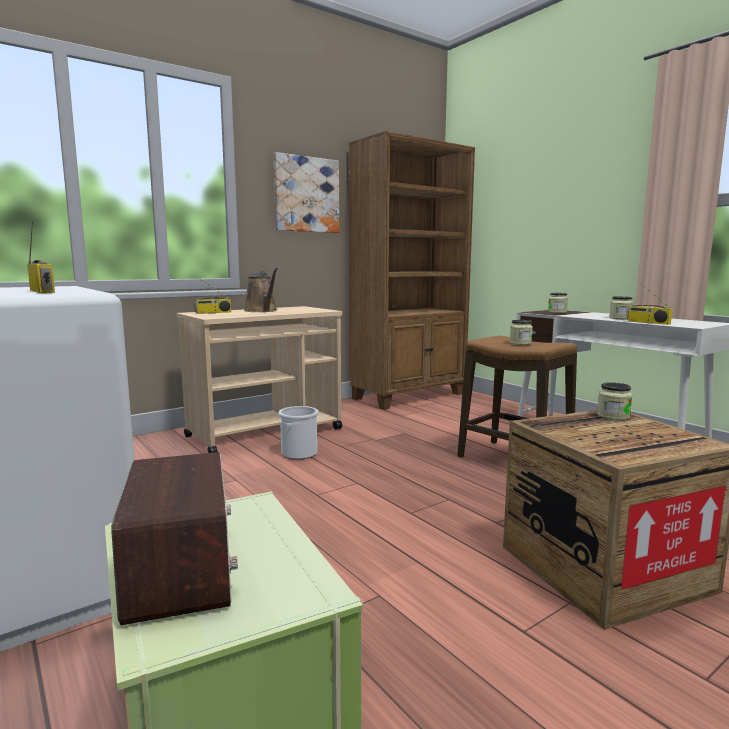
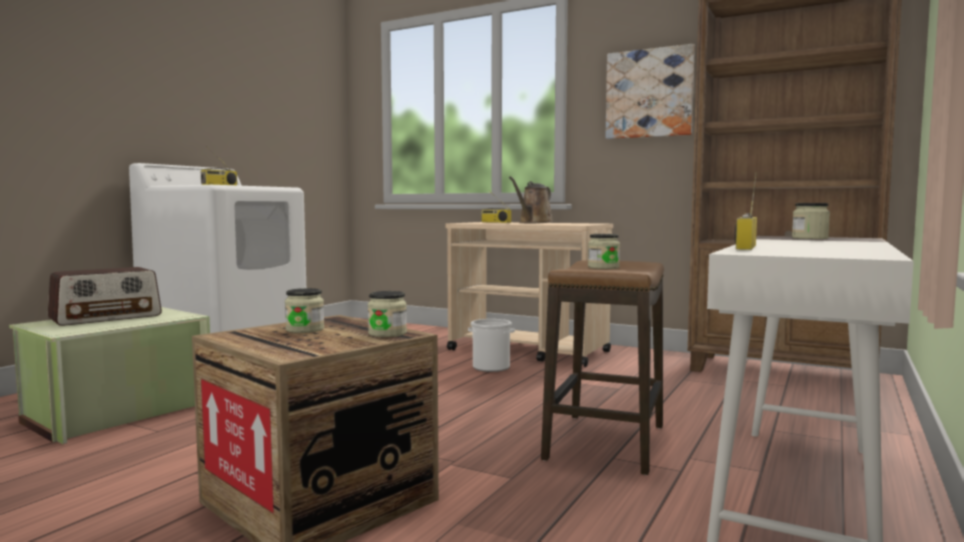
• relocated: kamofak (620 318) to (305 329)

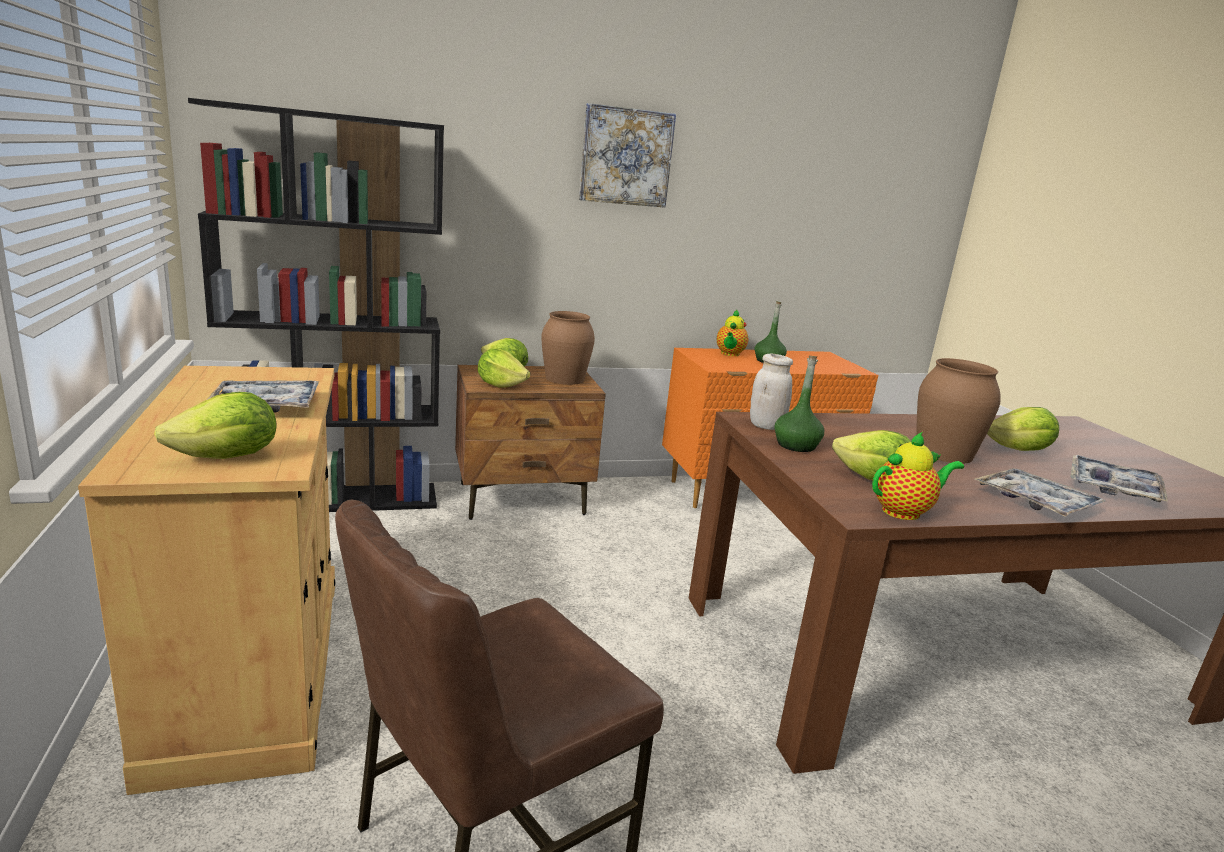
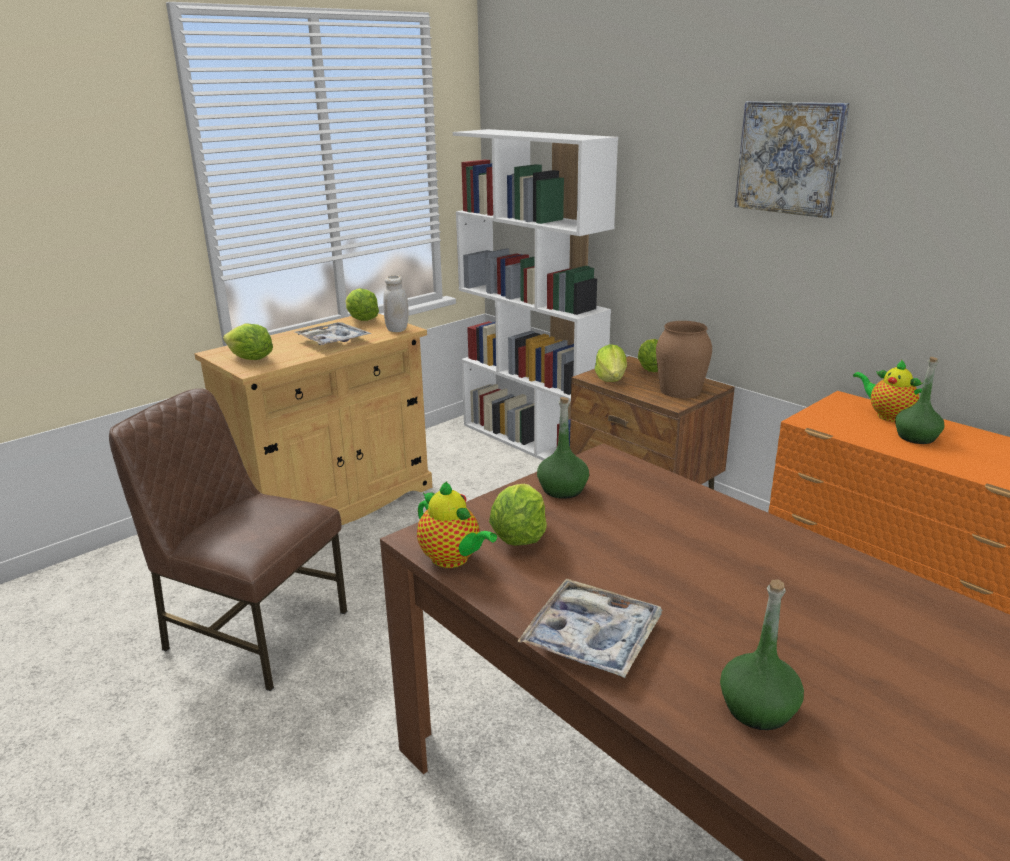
• missing: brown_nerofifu (943 452)
• relocated: white_kamofak (766 426) to (397 329)
• relocated: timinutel (1019 450) to (361 320)
• exchanged: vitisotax (1113 488) to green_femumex (758 709)
• colour: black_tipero (337 499) to white_tipero (532 441)
• spun: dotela (729 354) = (887 415) 60 degrees clockwise

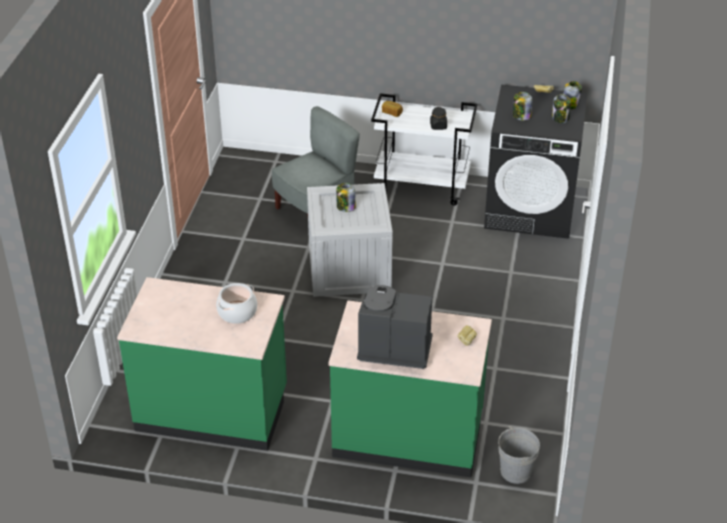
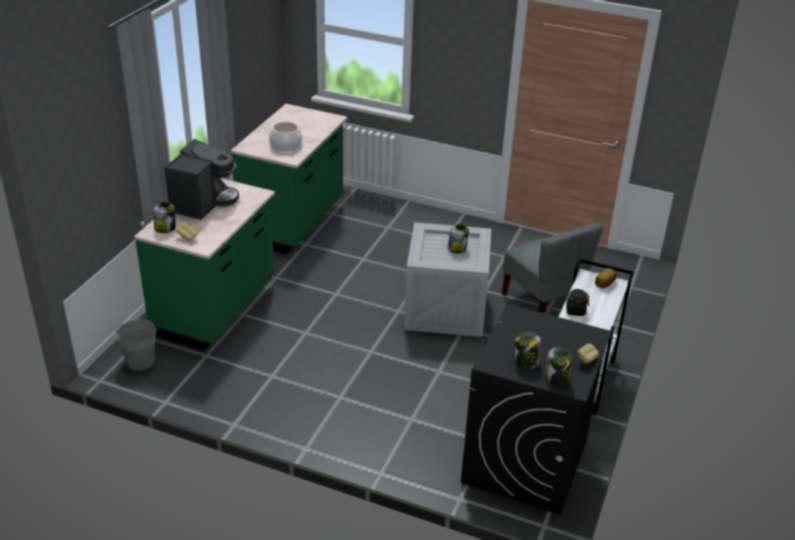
• relocated: kamofak (521 116) to (165 228)

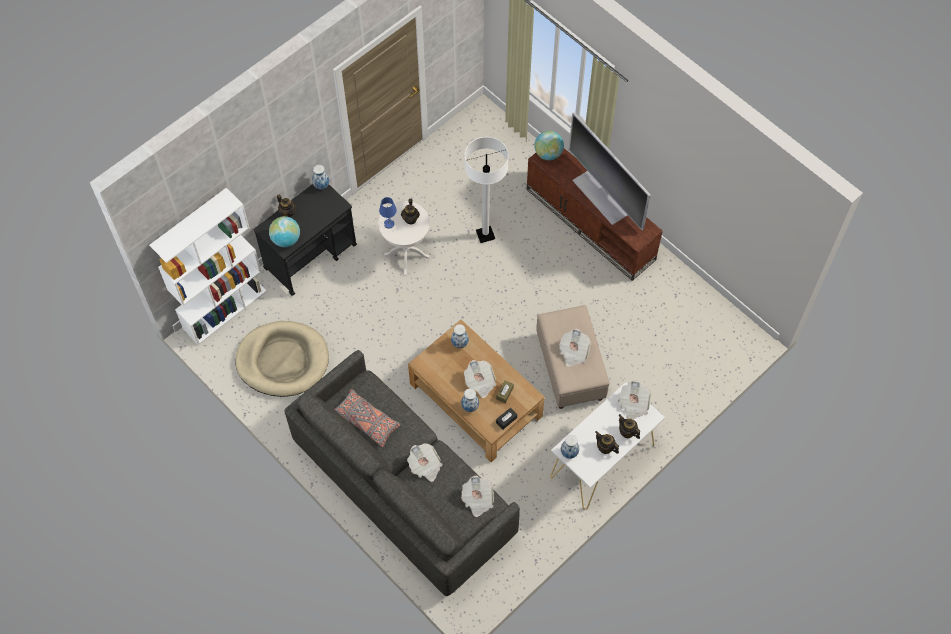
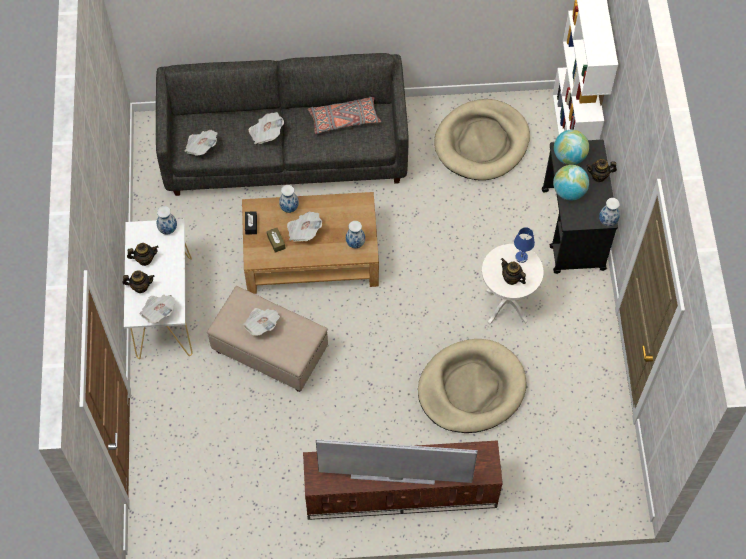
• relocated: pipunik (548 153) to (569 191)
• exchanged: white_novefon (485 235) to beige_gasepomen (471 388)

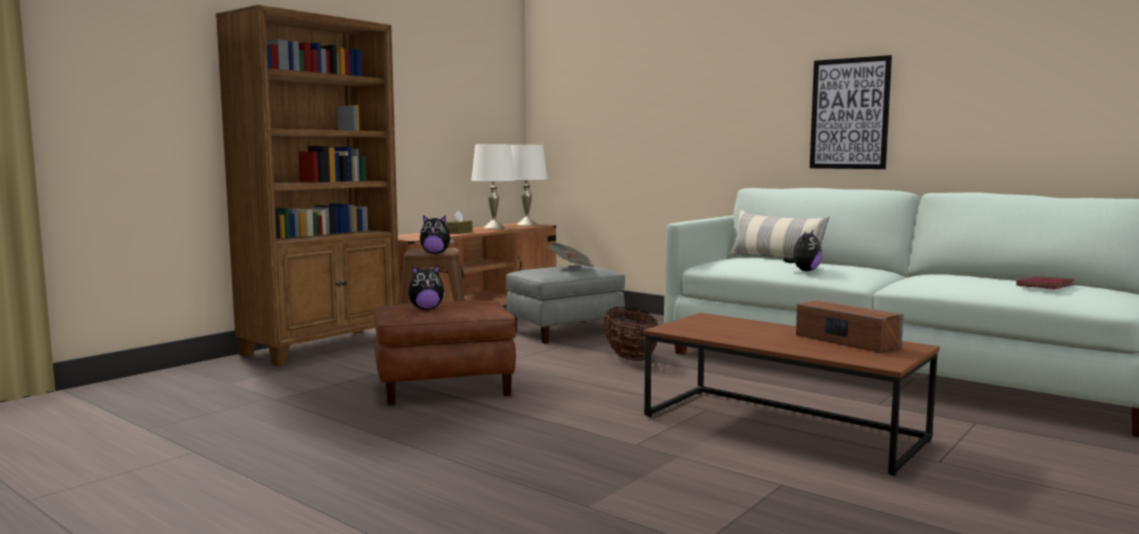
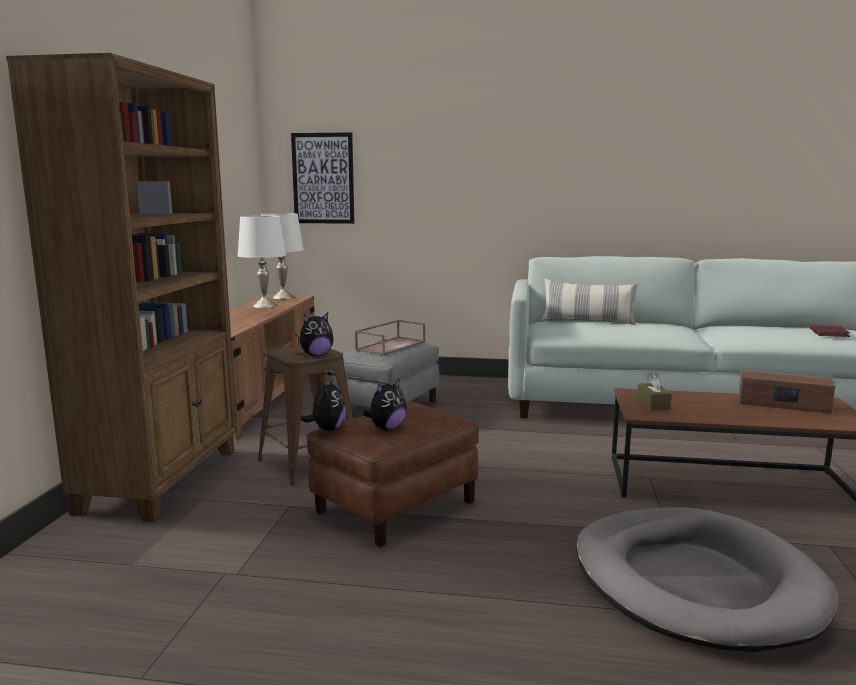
• missing: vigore (630 358)
• appeared: grey_gasepomen (695 583)
• relocated: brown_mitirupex (459 232) to (653 404)
• relocated: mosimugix (804 271) to (327 429)
• relocated: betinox (849 114) to (323 178)
• exchanged: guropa (571 268) to brown_vitisotax (391 345)

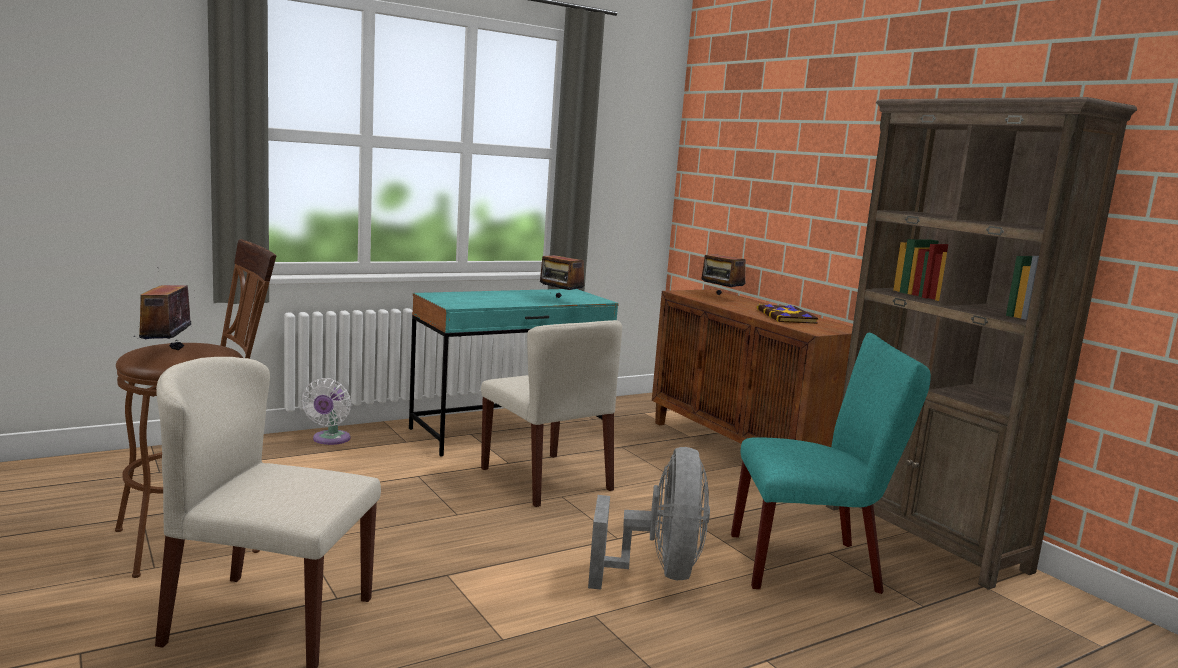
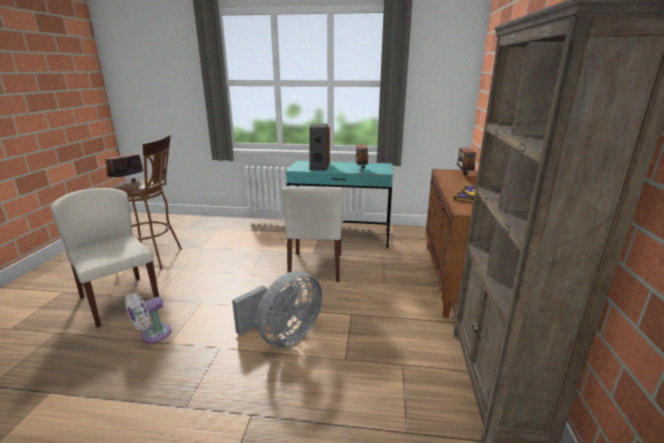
• missing: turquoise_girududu (814 564)
• appeared: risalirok (319 166)
• relocated: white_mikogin (330 440) to (153 335)

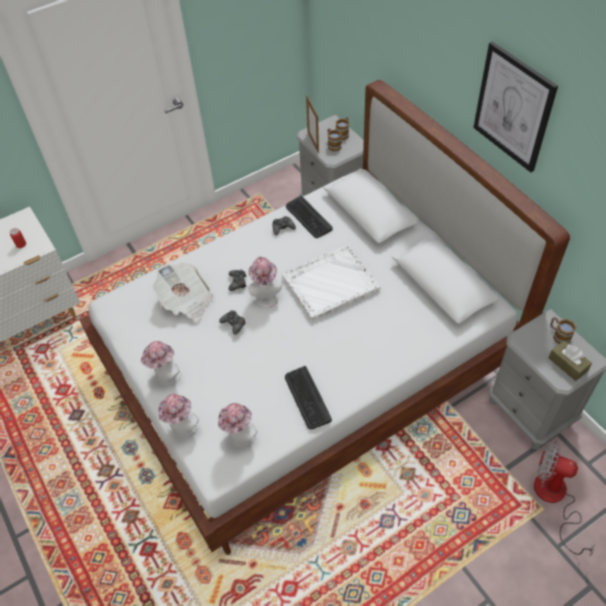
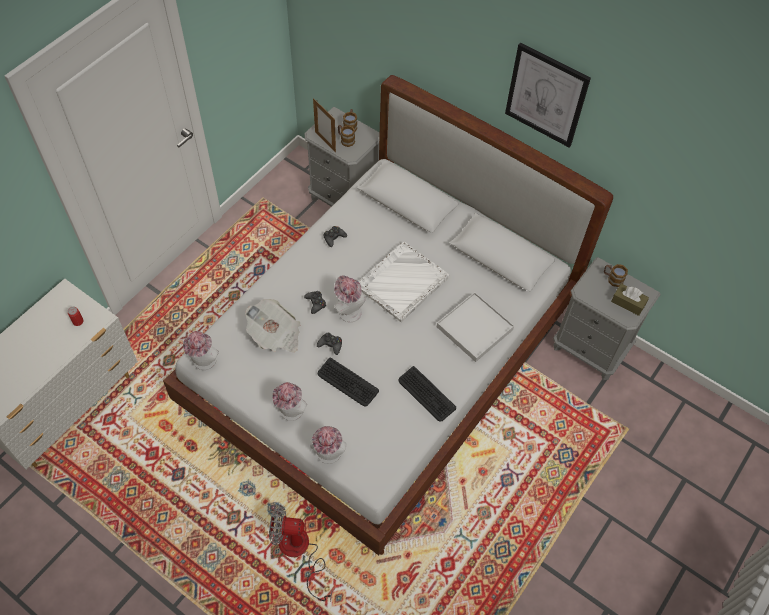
• appeared: white_vitisotax (474 328)
• relocated: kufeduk (240 438) to (203 363)
• relocated: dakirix (308 217) to (347 382)
• relocated: mikogin (554 499) to (299 552)

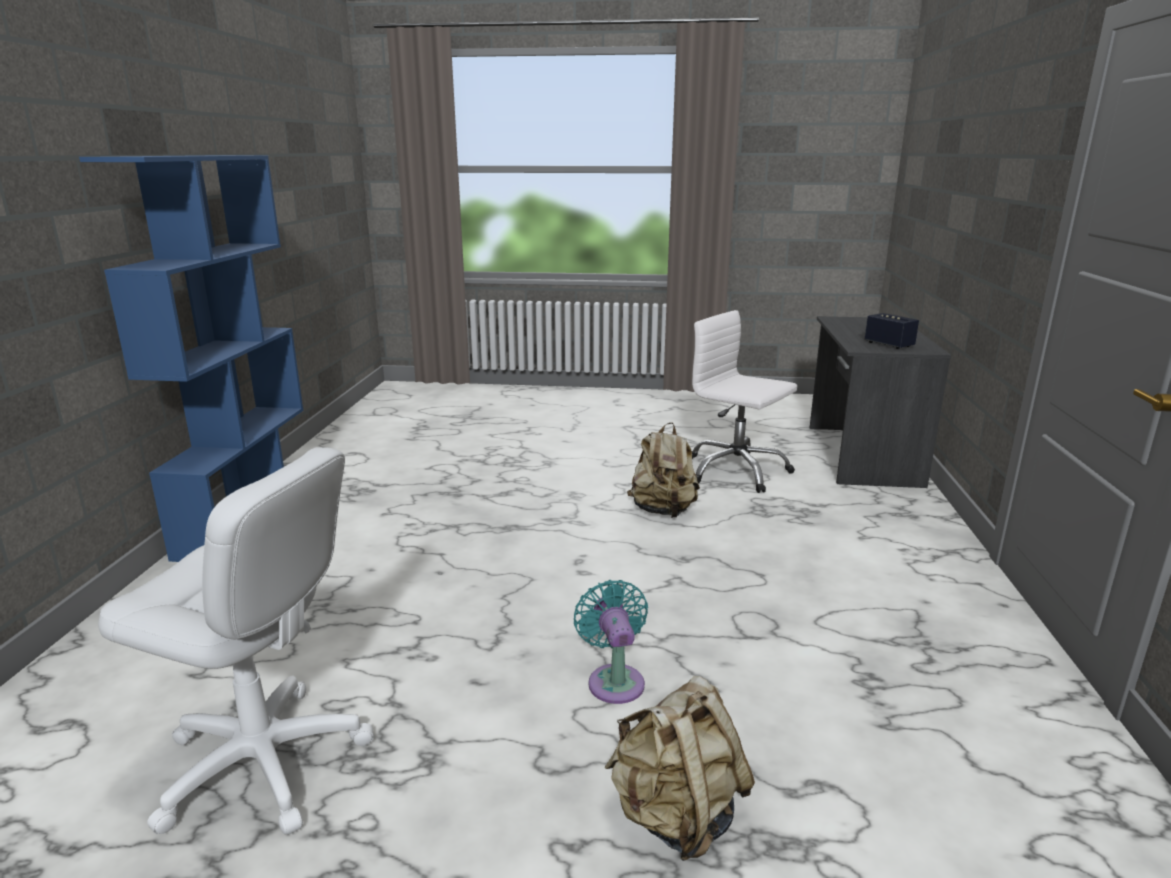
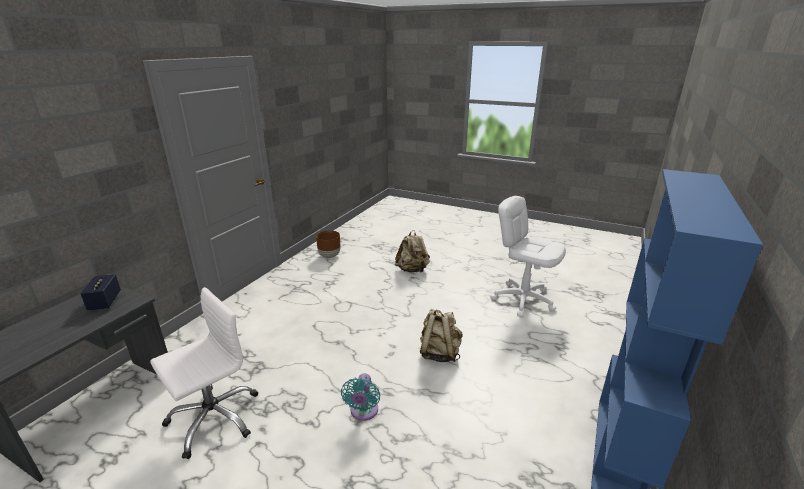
• appeared: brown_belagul (329 256)
• relocated: turquoise_mikogin (614 680) to (363 412)
• relocated: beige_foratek (663 511) to (439 353)
• spun: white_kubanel (736 471) = (214 418) 105 degrees counterclockwise

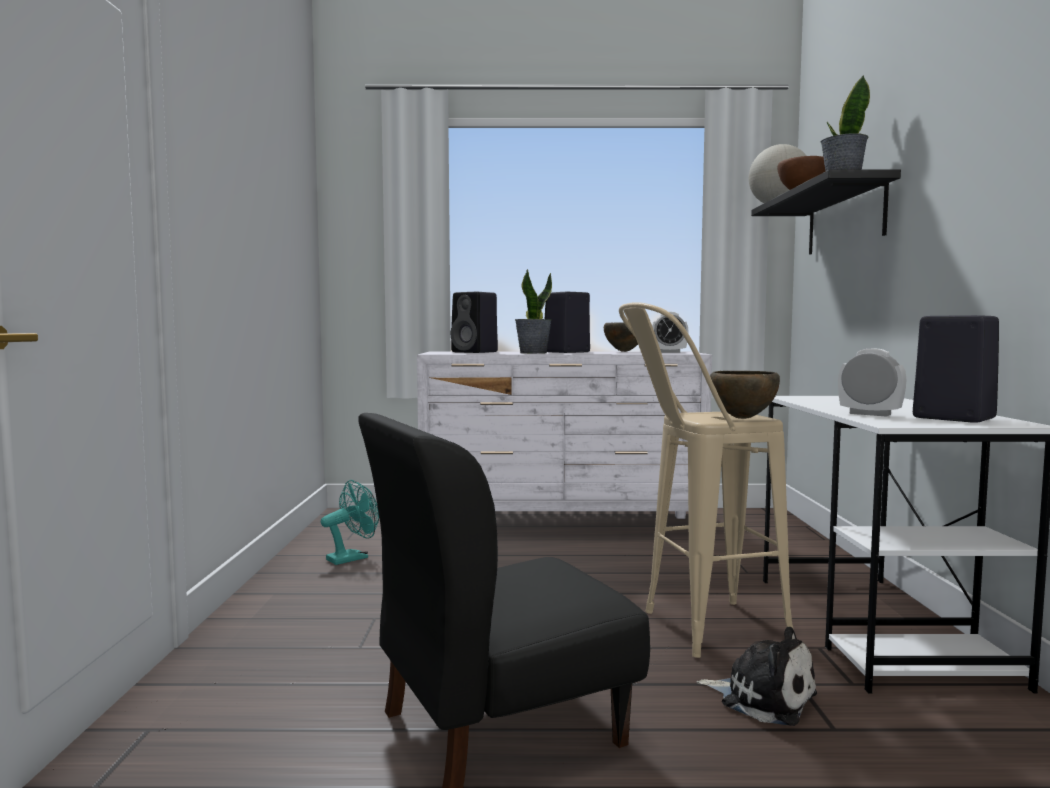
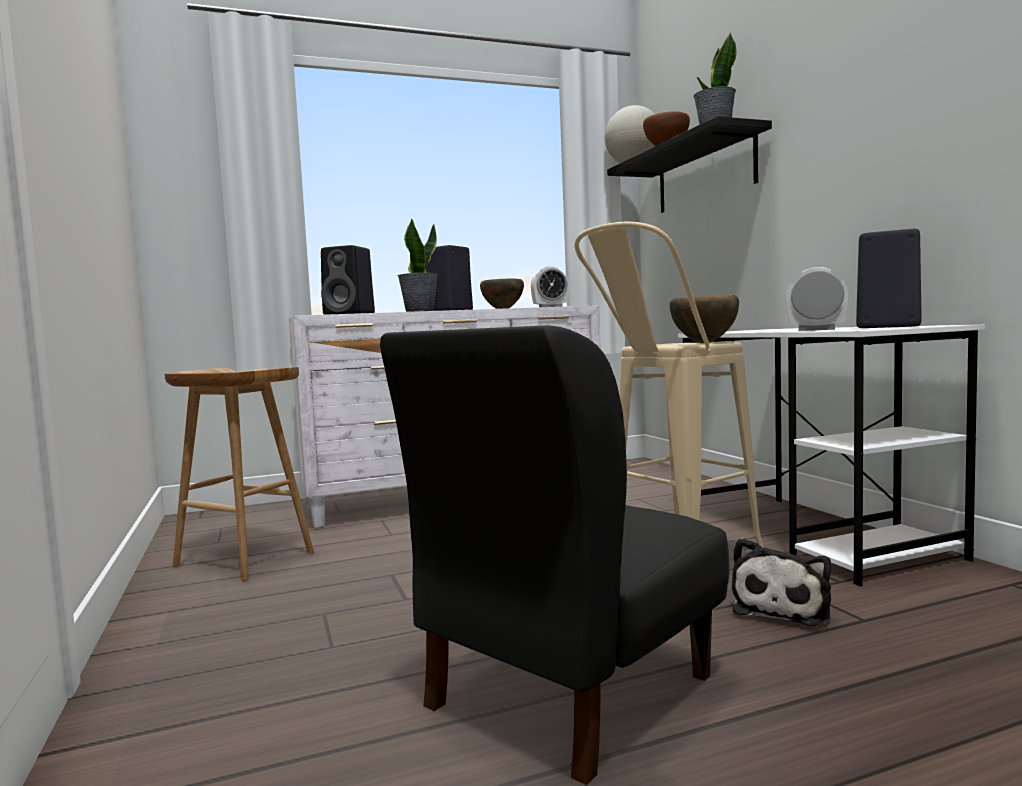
• exchanged: turquoise_mikogin (353 558) to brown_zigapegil (242 559)
• spun: mosimugix (762 697) = (783 608) 105 degrees clockwise

